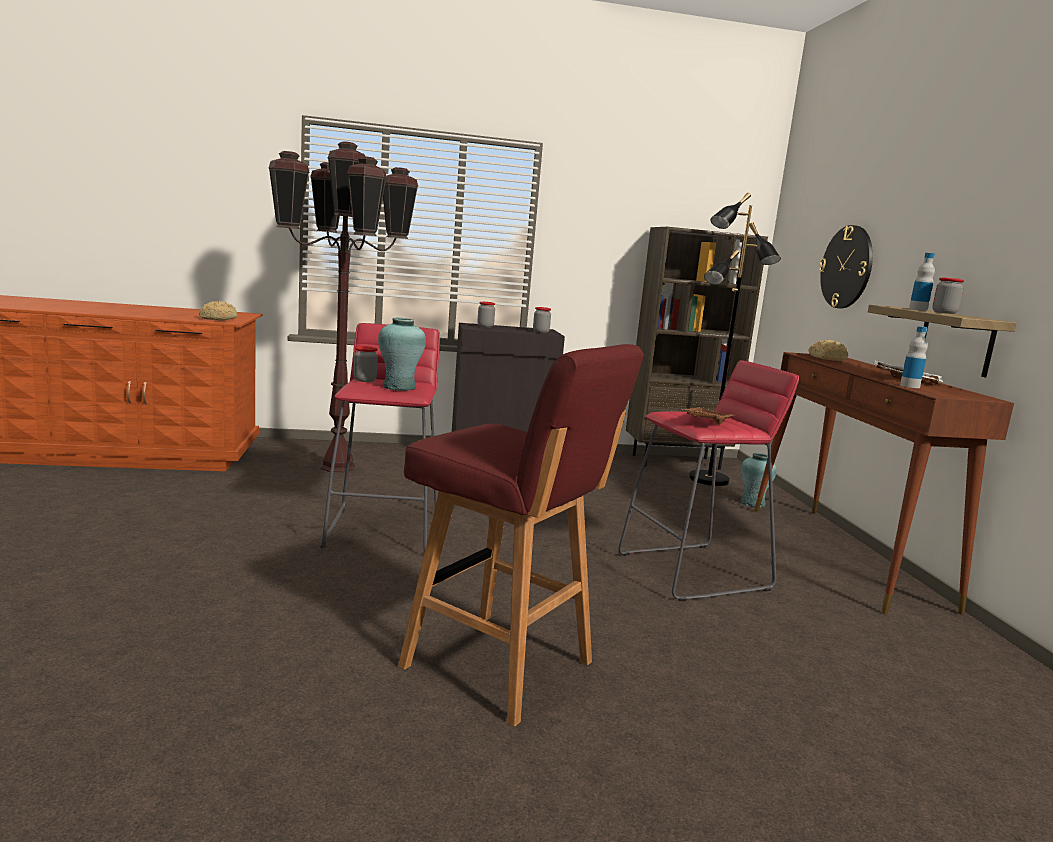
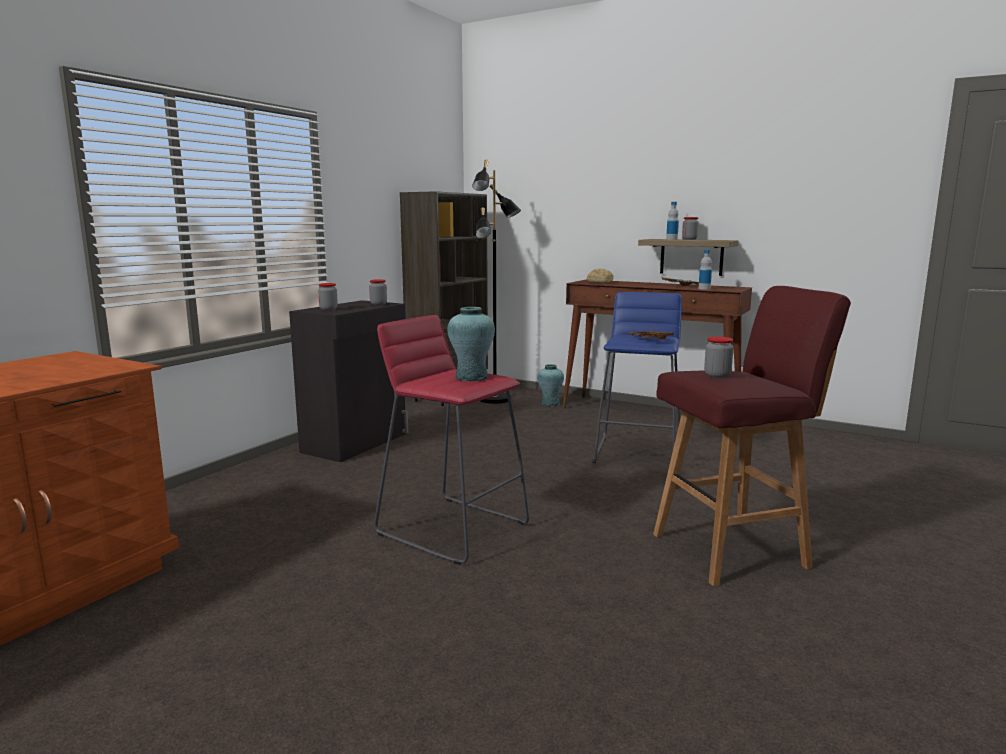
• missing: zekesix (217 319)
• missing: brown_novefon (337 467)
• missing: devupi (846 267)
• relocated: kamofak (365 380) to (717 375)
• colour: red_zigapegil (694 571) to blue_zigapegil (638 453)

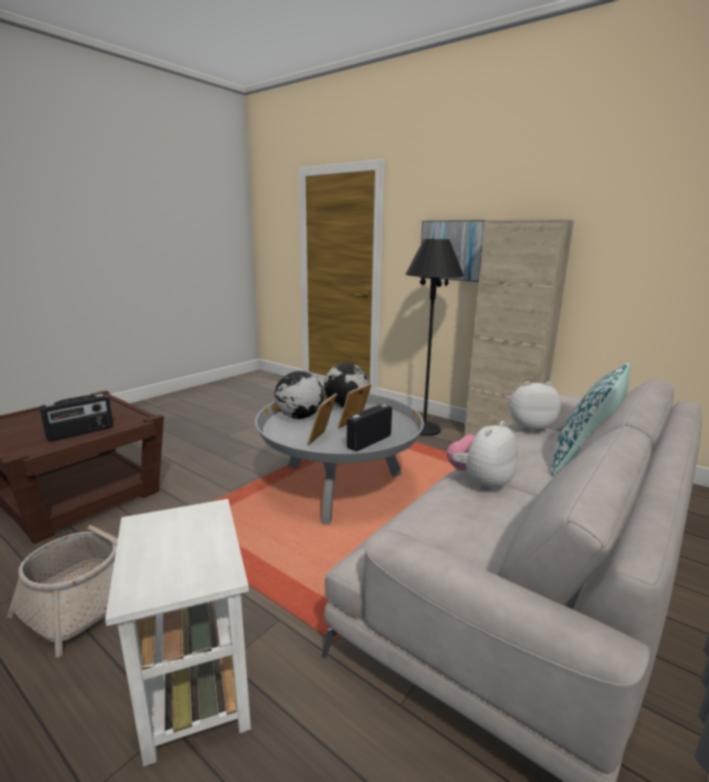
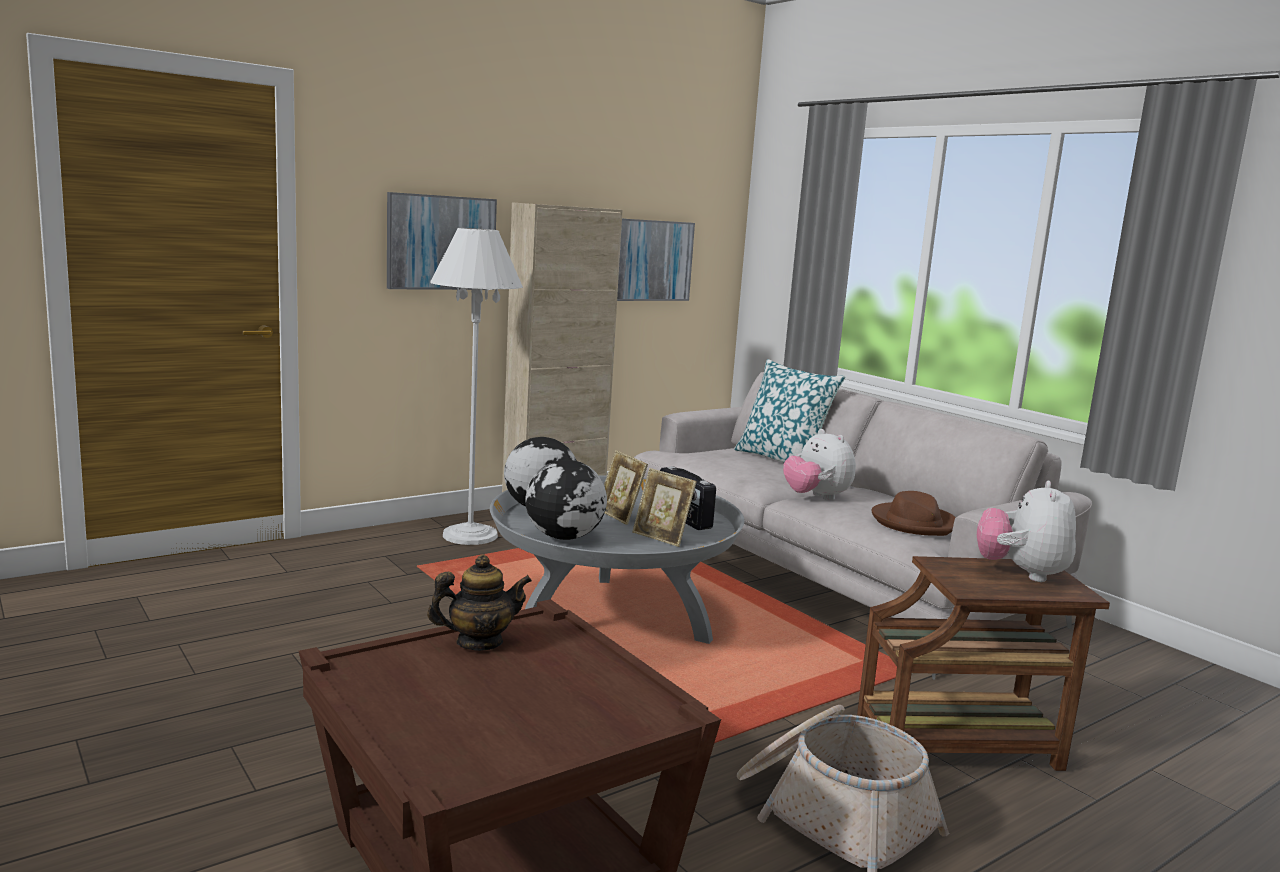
• missing: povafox (81 433)
• appeared: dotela (479 642)
• appeared: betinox (650 260)
• appeared: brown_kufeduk (914 523)
• relocated: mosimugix (528 427) to (1021 573)
• colour: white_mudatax (194 675) to brown_mudatax (963 744)
• colour: black_novefon (424 429) to white_novefon (470 535)

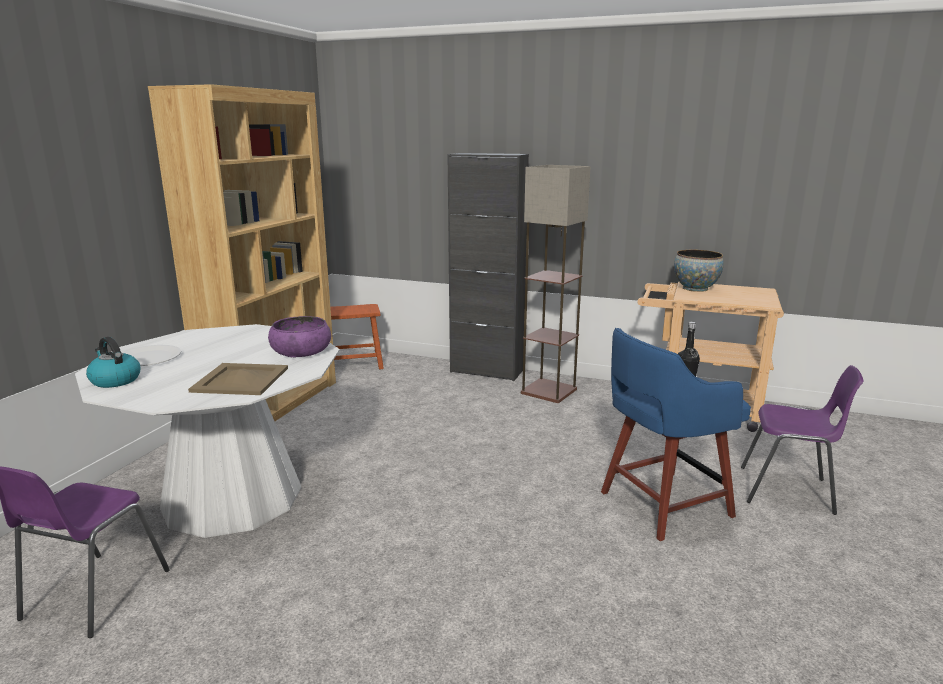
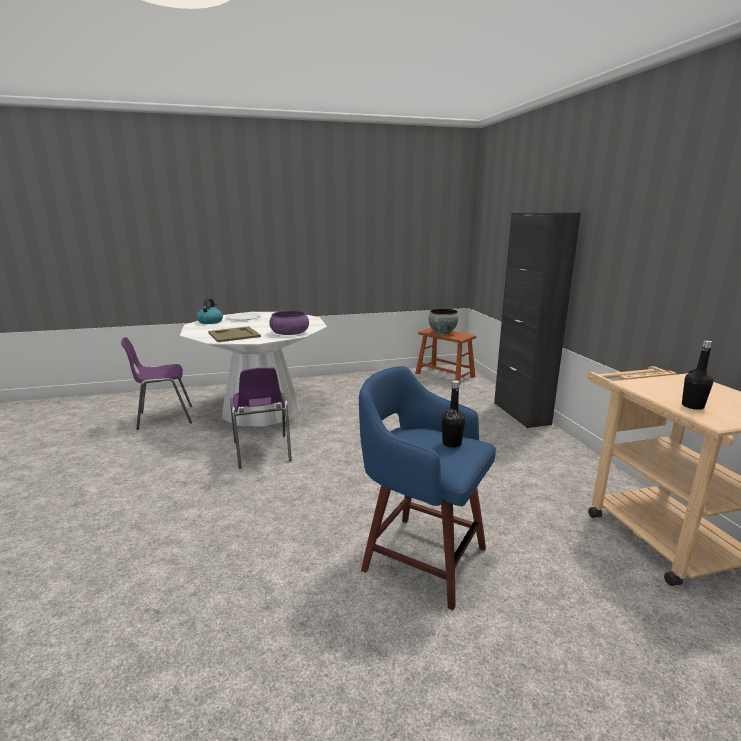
• missing: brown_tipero (273 403)
• missing: novefon (549 391)
• appeared: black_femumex (692 406)
• relocated: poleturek (695 288) to (442 333)
• relocated: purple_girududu (788 491) to (262 452)

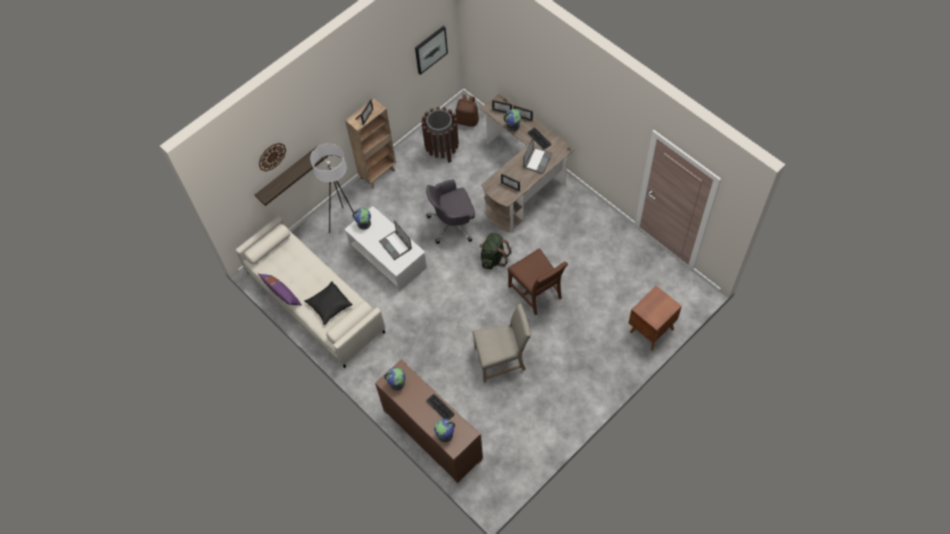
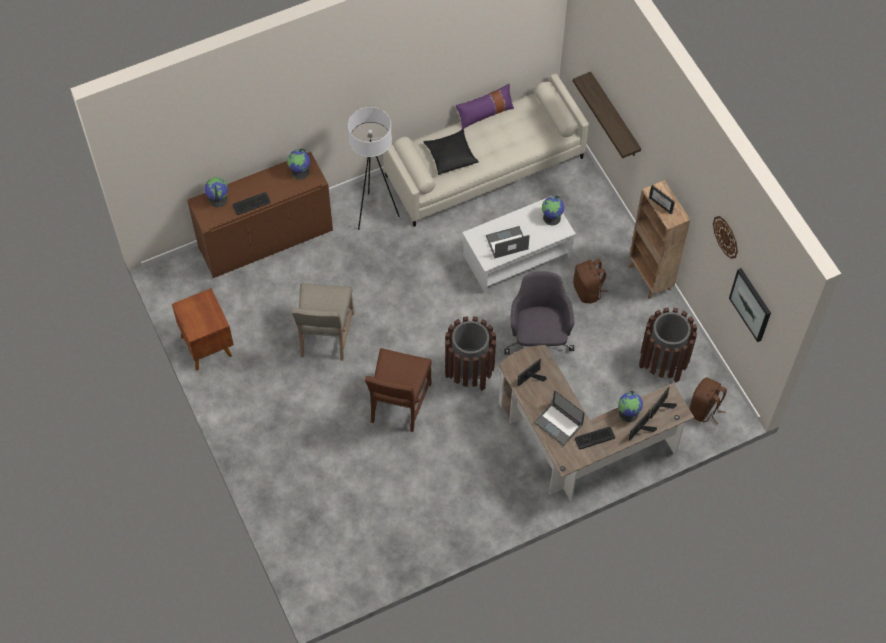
• appeared: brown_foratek (588 291)
• relocated: devupi (272 156) to (726 237)
• relocated: white_novefon (345 223) to (374 213)
• relocated: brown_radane (650 330) to (207 345)
• exchanged: green_foratek (493 258) to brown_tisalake (469 371)
• spun: brown_girududu (537 292) = (398 404) 60 degrees counterclockwise

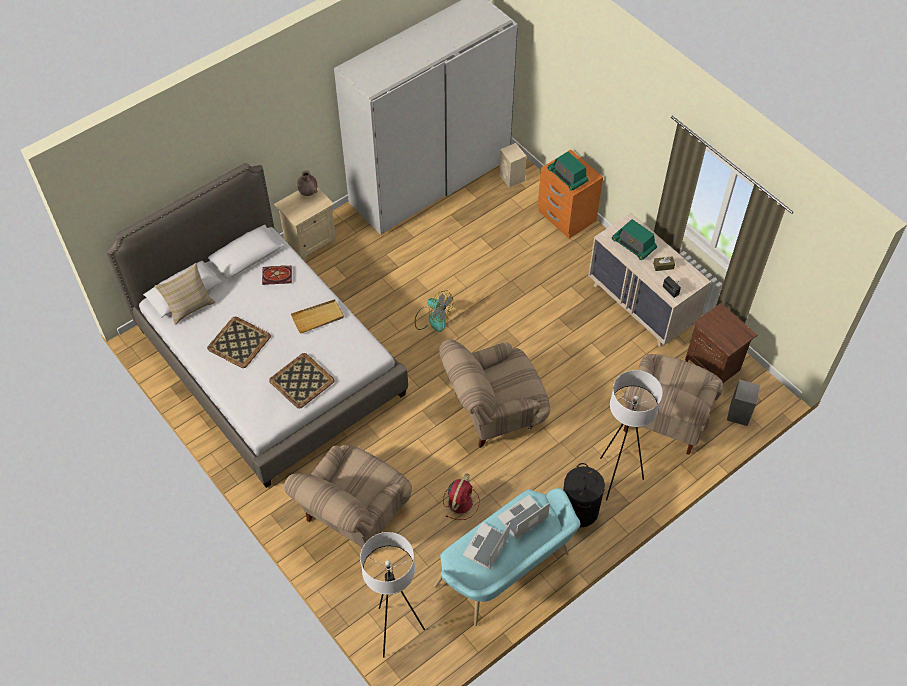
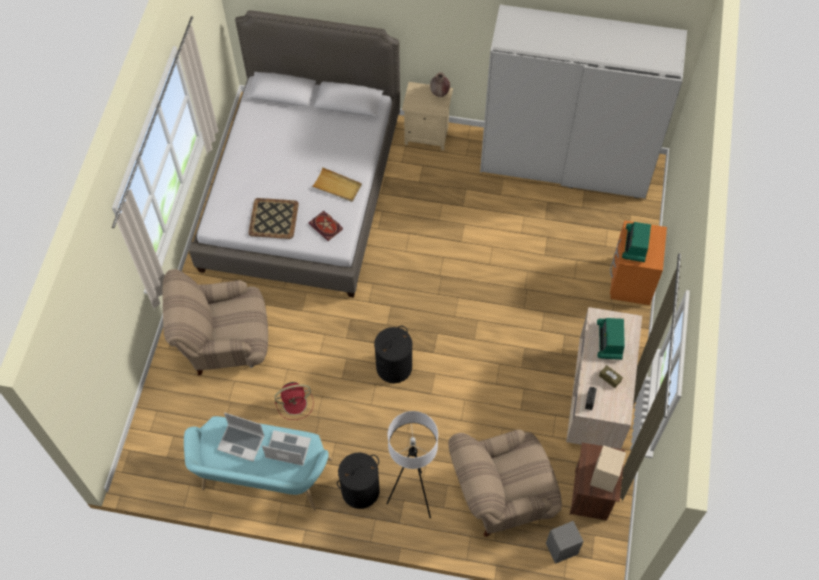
• missing: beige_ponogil (189 305)
• missing: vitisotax (239 342)
• missing: white_novefon (395 630)
• missing: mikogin (432 318)
• relocated: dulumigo (278 275) to (327 226)
• relocated: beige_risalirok (512 178) to (604 477)
• exchanged: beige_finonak (493 411) to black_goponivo (394 367)
• spun: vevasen (486 547) = (242 442) 150 degrees counterclockwise

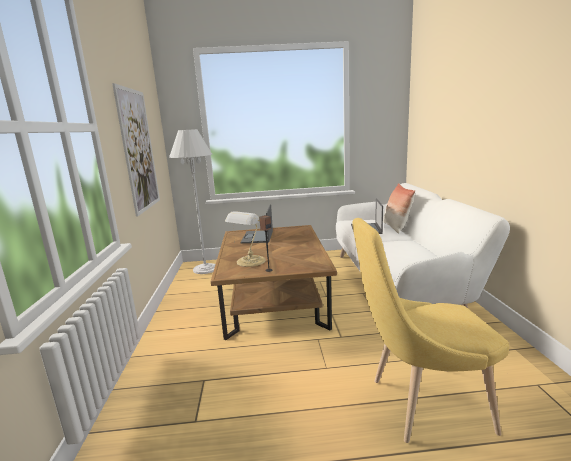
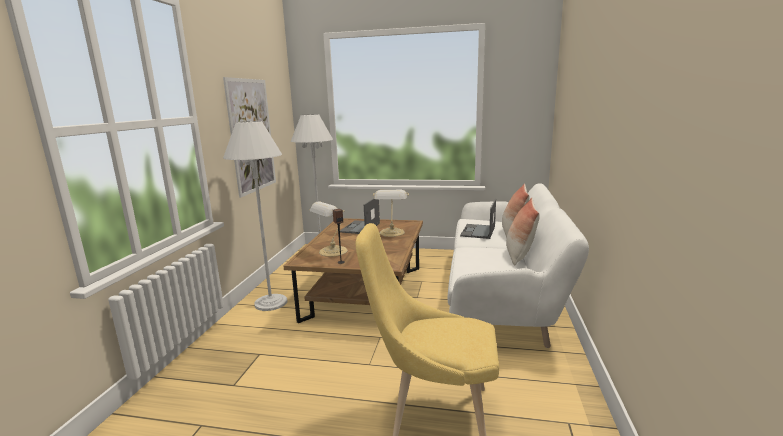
• appeared: white_novefon (271 303)
• appeared: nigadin (392 233)
• appeared: ponogil (519 256)

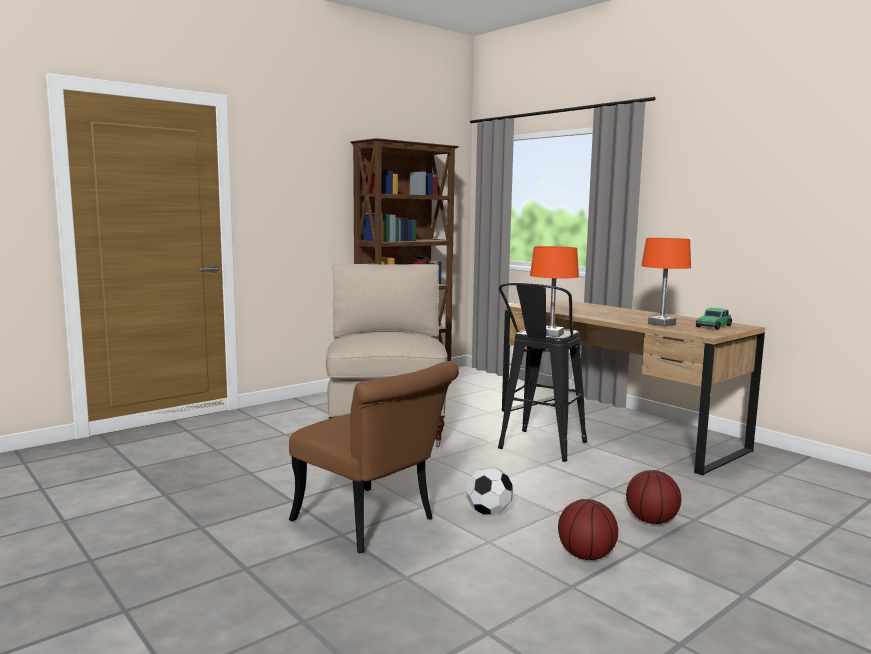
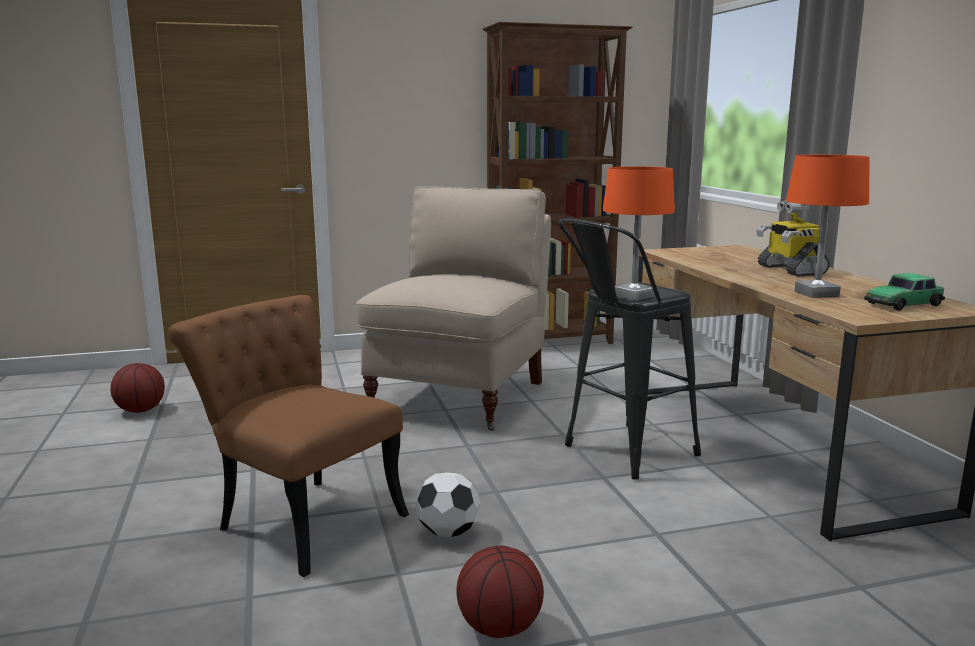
• appeared: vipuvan (789 270)
• relocated: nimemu (652 521) to (140 410)
• spun: brown_girududu (373 524) = (300 517) 150 degrees clockwise

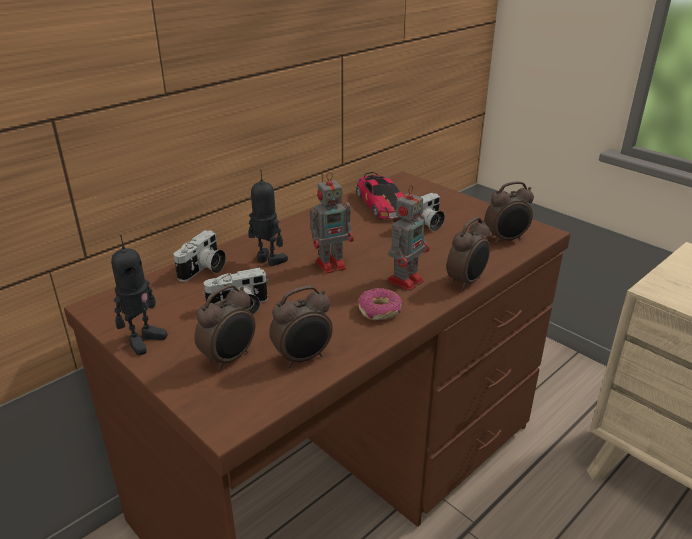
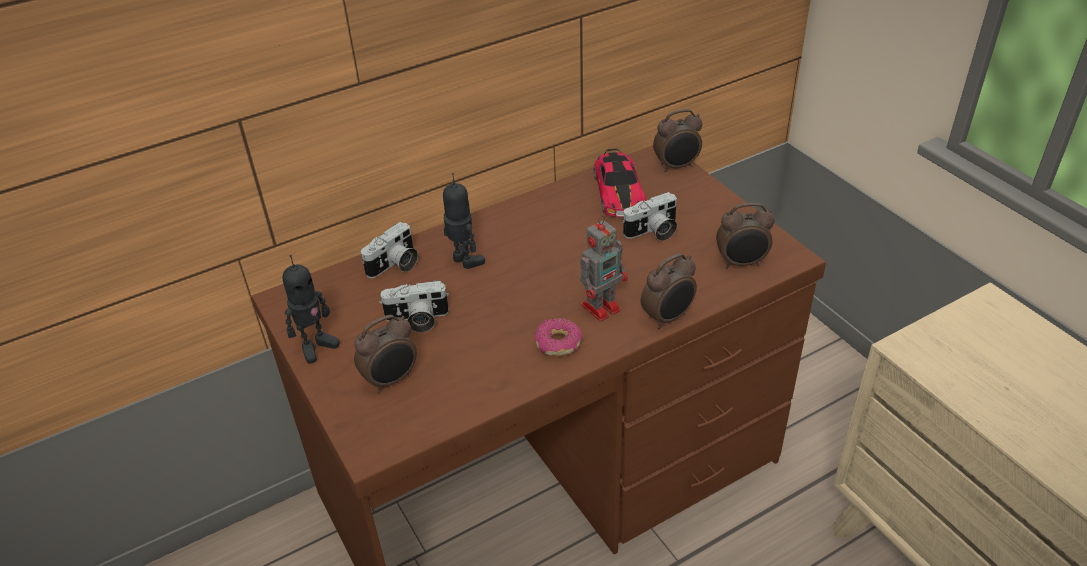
• missing: vipuvan (332 264)
• relocated: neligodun (303 358) to (676 167)

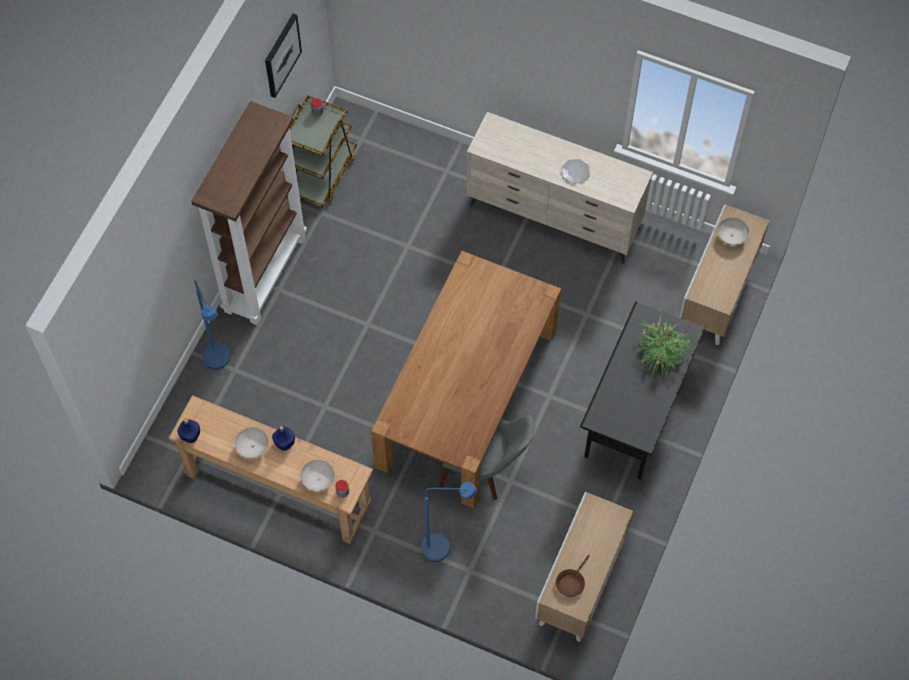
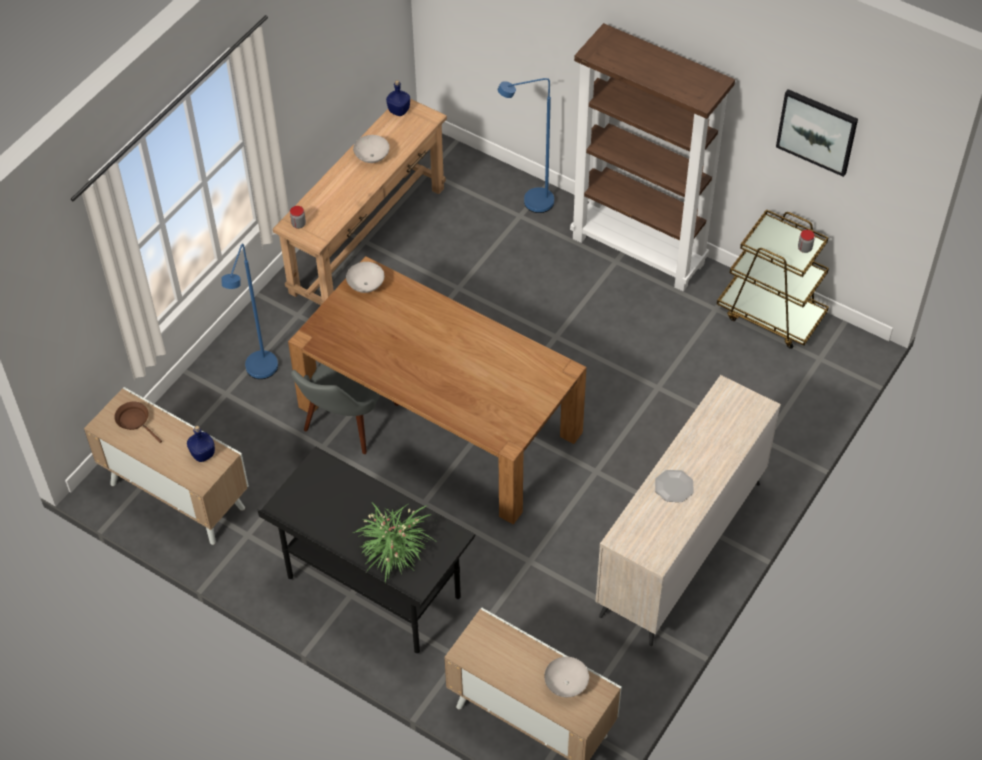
• relocated: blue_femumex (285 442) to (203 454)
• relocated: white_poleturek (318 479) to (366 285)

